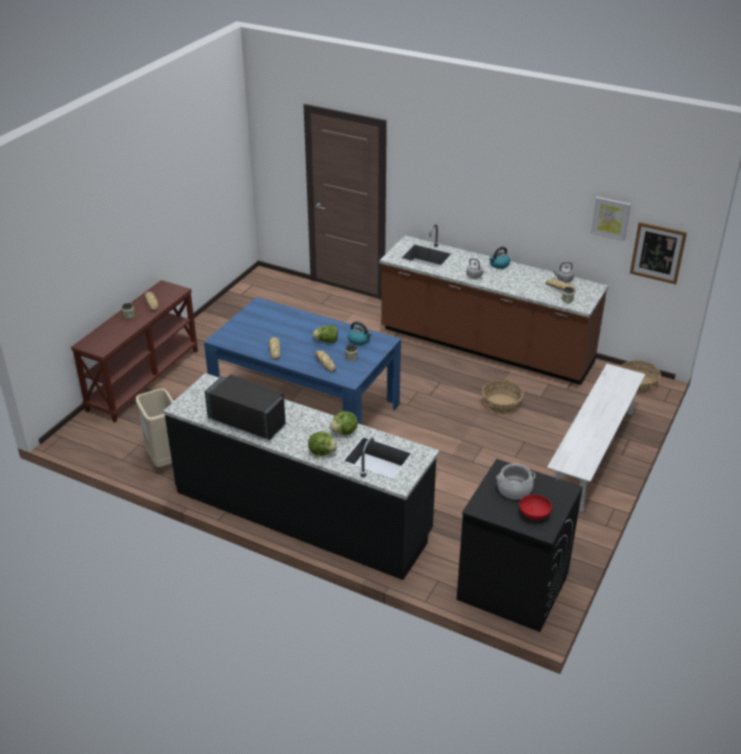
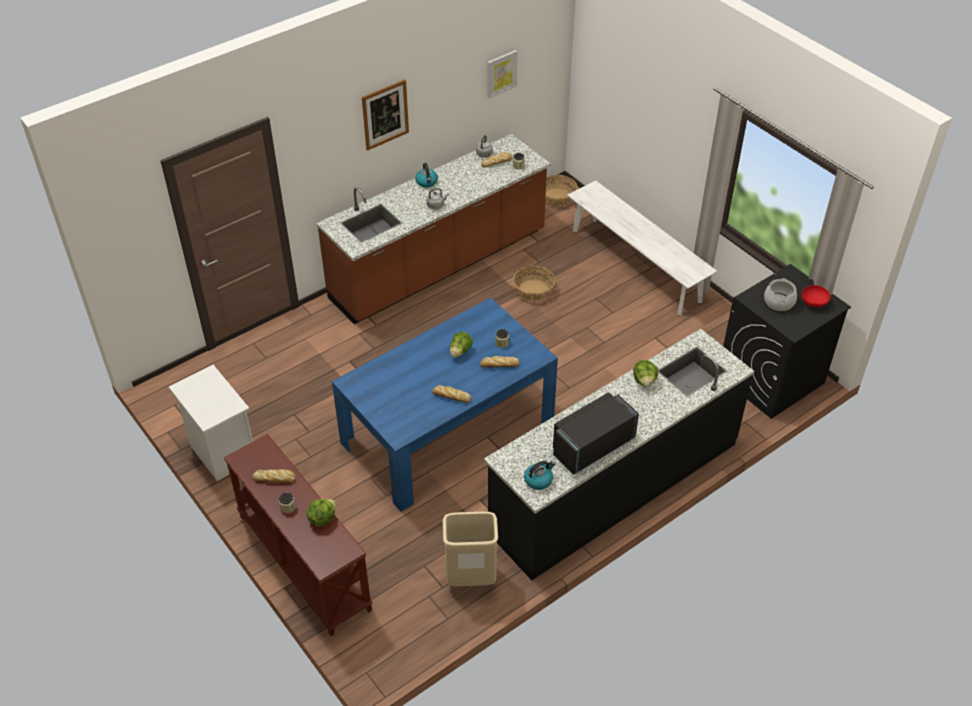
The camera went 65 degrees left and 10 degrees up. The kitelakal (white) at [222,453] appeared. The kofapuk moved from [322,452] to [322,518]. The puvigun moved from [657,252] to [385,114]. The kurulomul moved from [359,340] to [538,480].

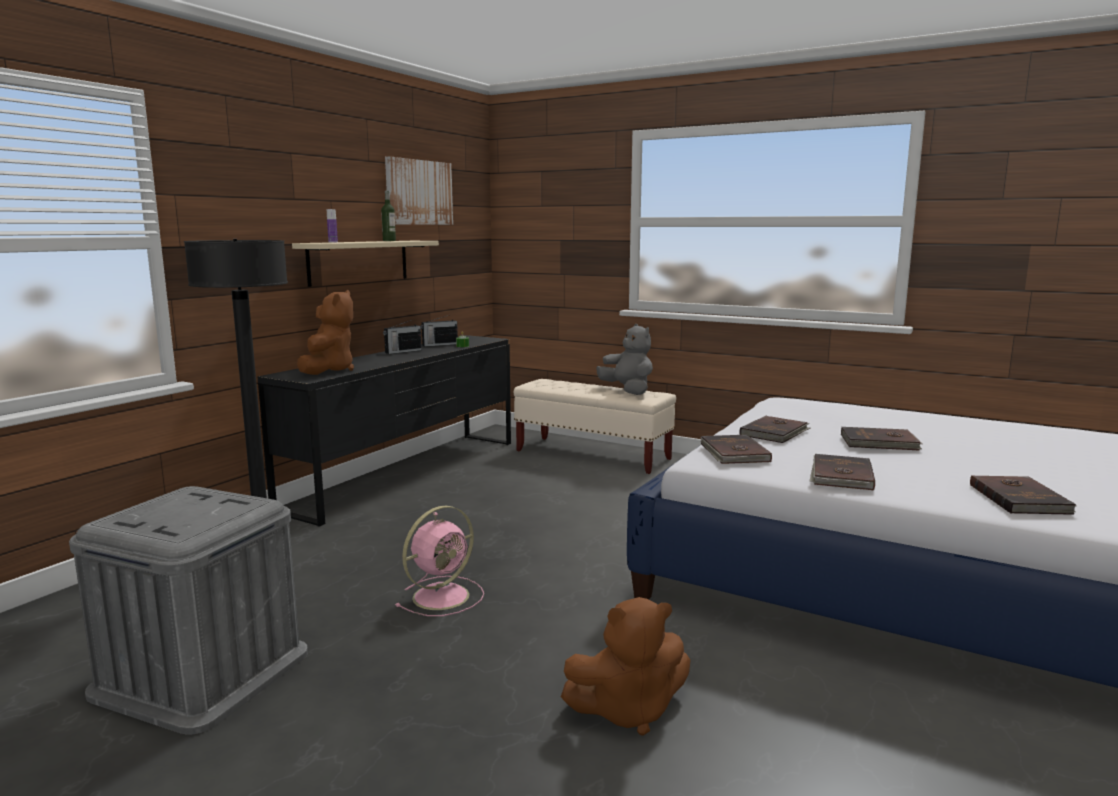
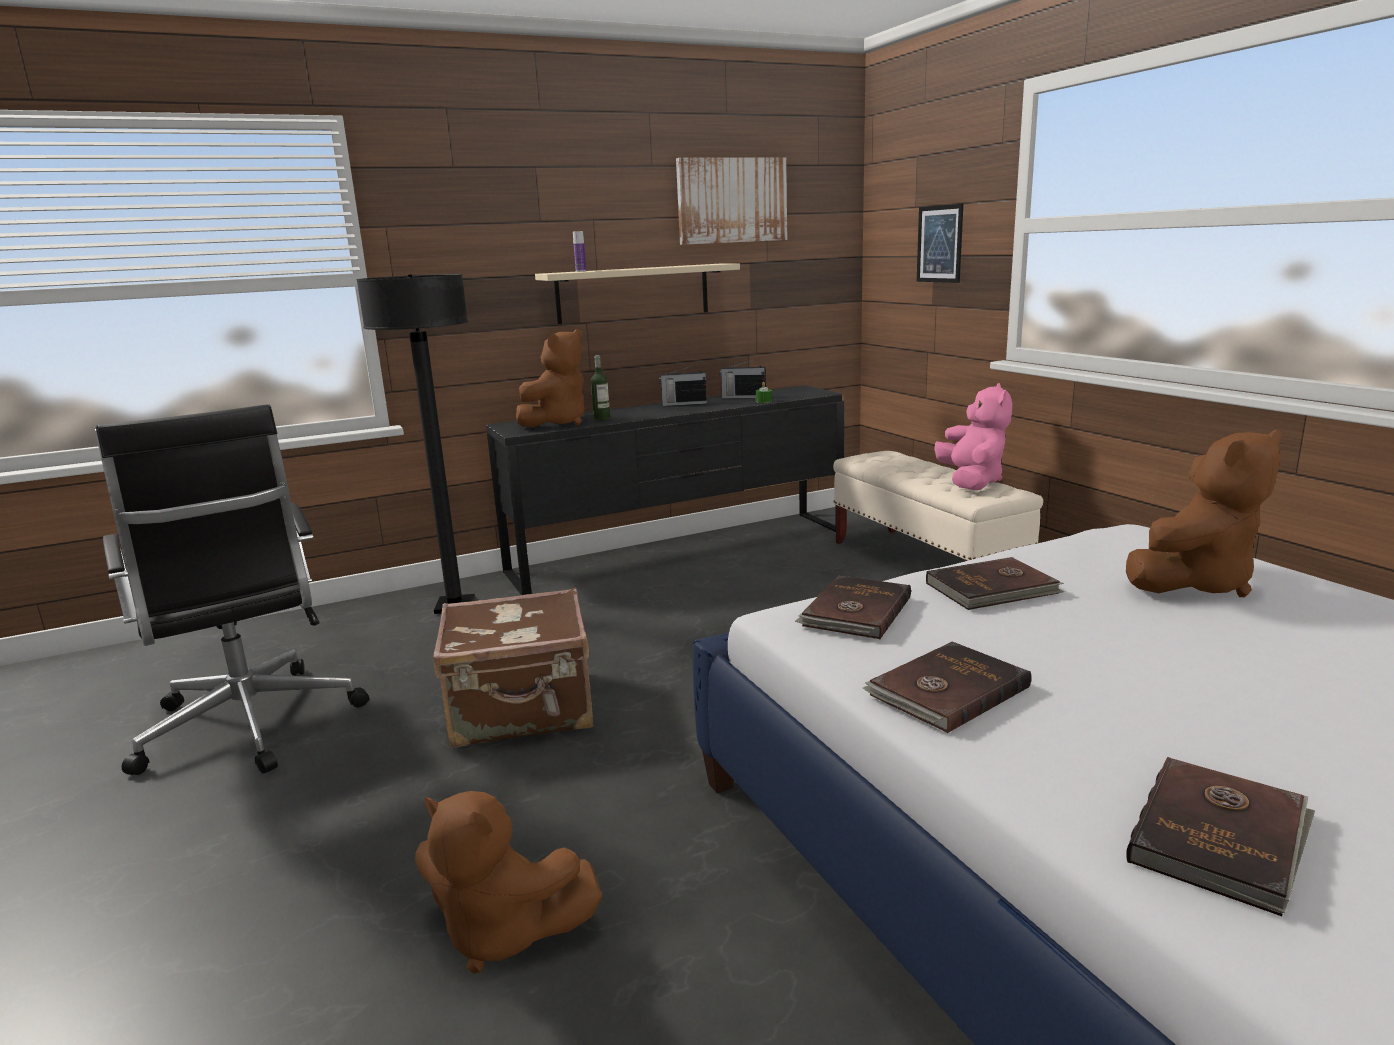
The camera went 35 degrees right and 5 degrees up. The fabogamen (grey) at [202,673] was replaced by the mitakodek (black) at [250,727]. The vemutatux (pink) at [443,595] was replaced by the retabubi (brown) at [523,711]. The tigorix moved from [389,241] to [602,418]. The puvigun at [939,244] appeared. The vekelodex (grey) at [628,391] became the vekelodex (pink) at [971,482]. The vekelodex (brown) at [1193,583] appeared. The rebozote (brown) at [880,442] disappeared.

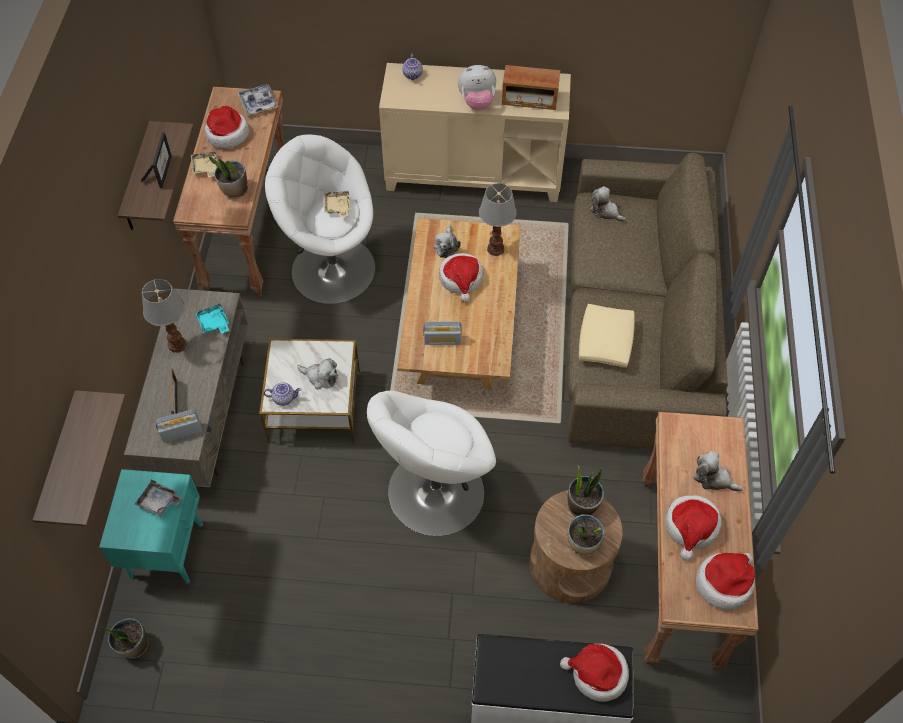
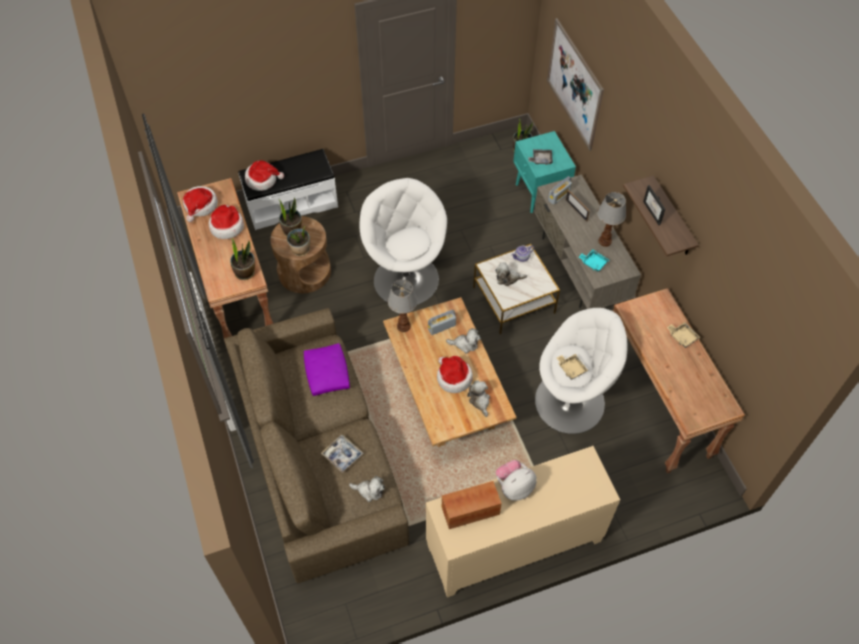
The camera went 155 degrees right and 0 degrees up. The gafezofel moved from [234,191] to [245,272]. The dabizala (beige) at [605,342] became the dabizala (purple) at [327,373]. The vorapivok moved from [258,103] to [342,455]. The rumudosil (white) at [434,493] turned 45 degrees counterclockwise. The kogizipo moved from [495,249] to [403,326]. The vekelodex moved from [713,478] to [465,344]. The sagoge at [61,463] was replaced by the puvigun at [574,84]. The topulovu at [226,134] disappeared. The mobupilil at [413,75] disappeared.

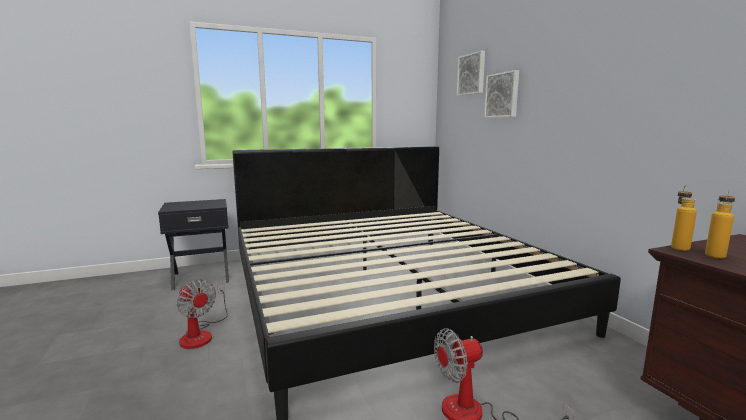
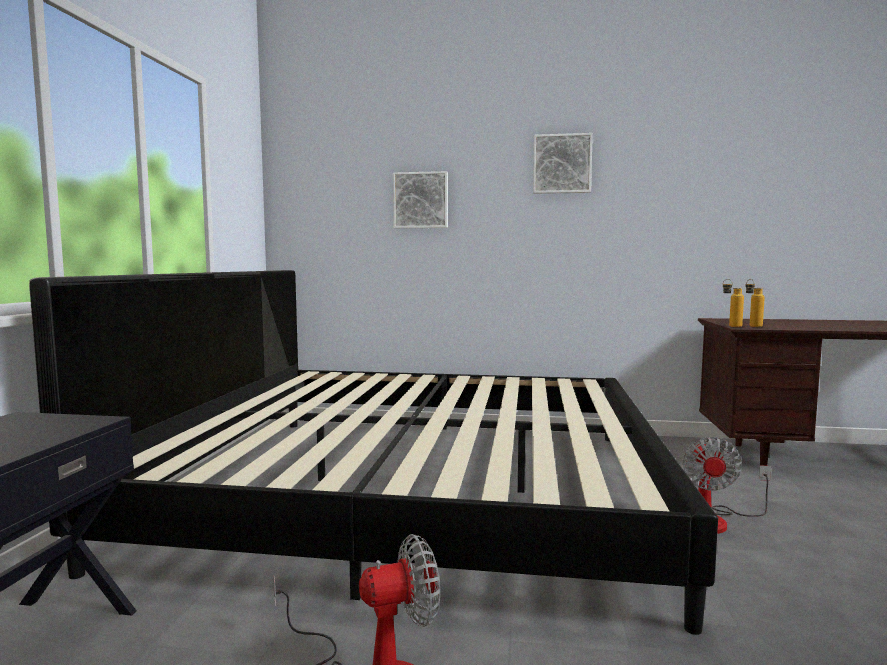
The camera went 60 degrees left and 5 degrees down. The puvigun moved from [472,74] to [562,164].

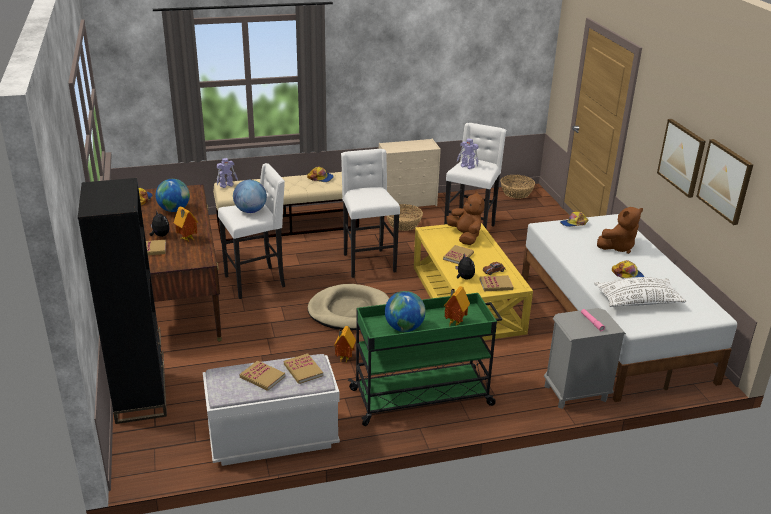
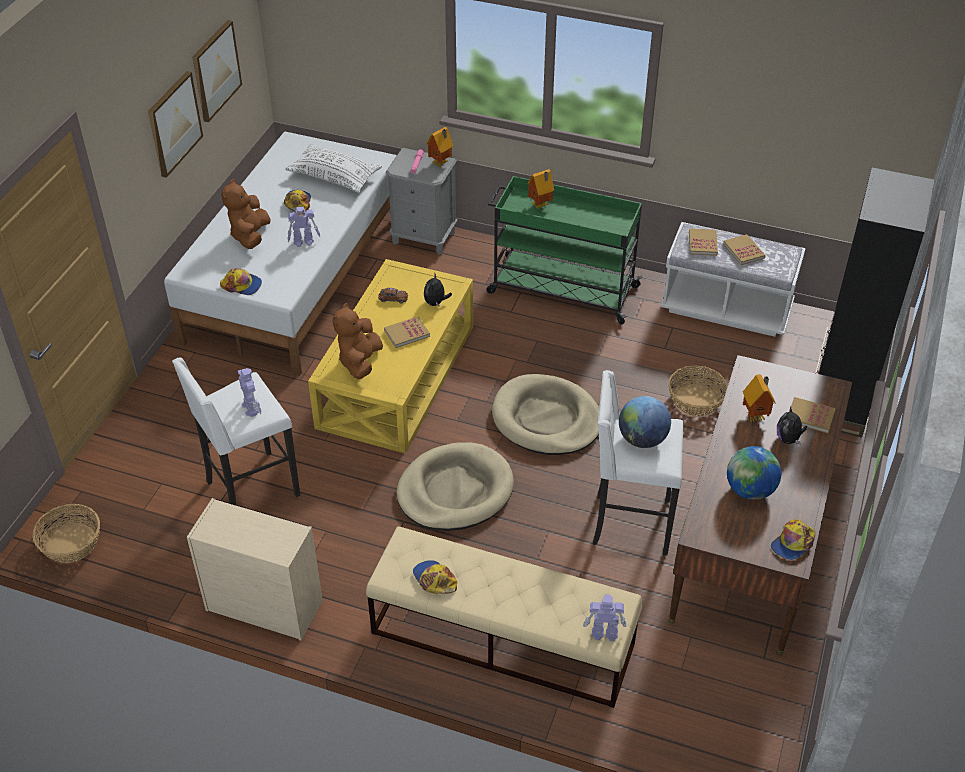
The camera went 145 degrees left and 15 degrees up. The vekelodex (brown) at [618,247] turned 90 degrees counterclockwise. The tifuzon at [304,242] appeared. The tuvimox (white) at [367,263] was replaced by the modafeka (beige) at [455,491]. The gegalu moved from [343,359] to [441,163]. The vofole moved from [404,224] to [695,400]. The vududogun at [404,328] disappeared. The rebozote at [496,285] disappeared.

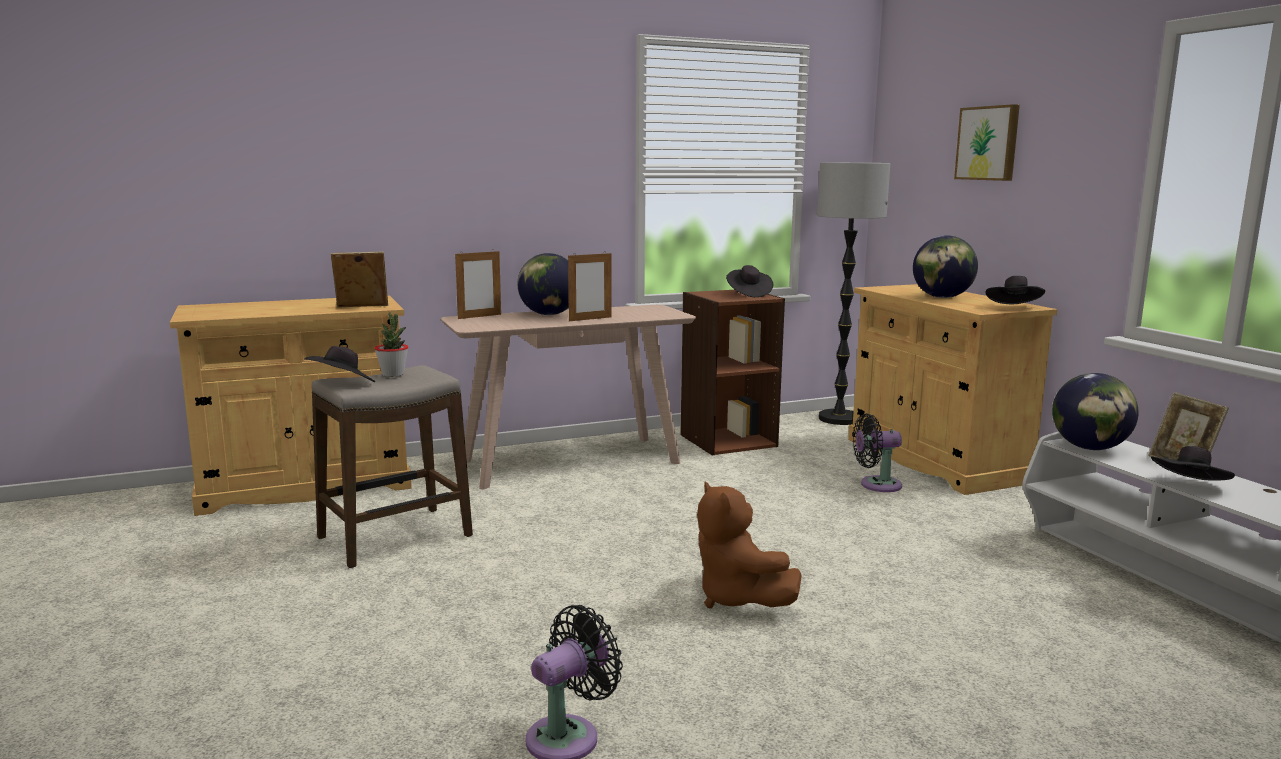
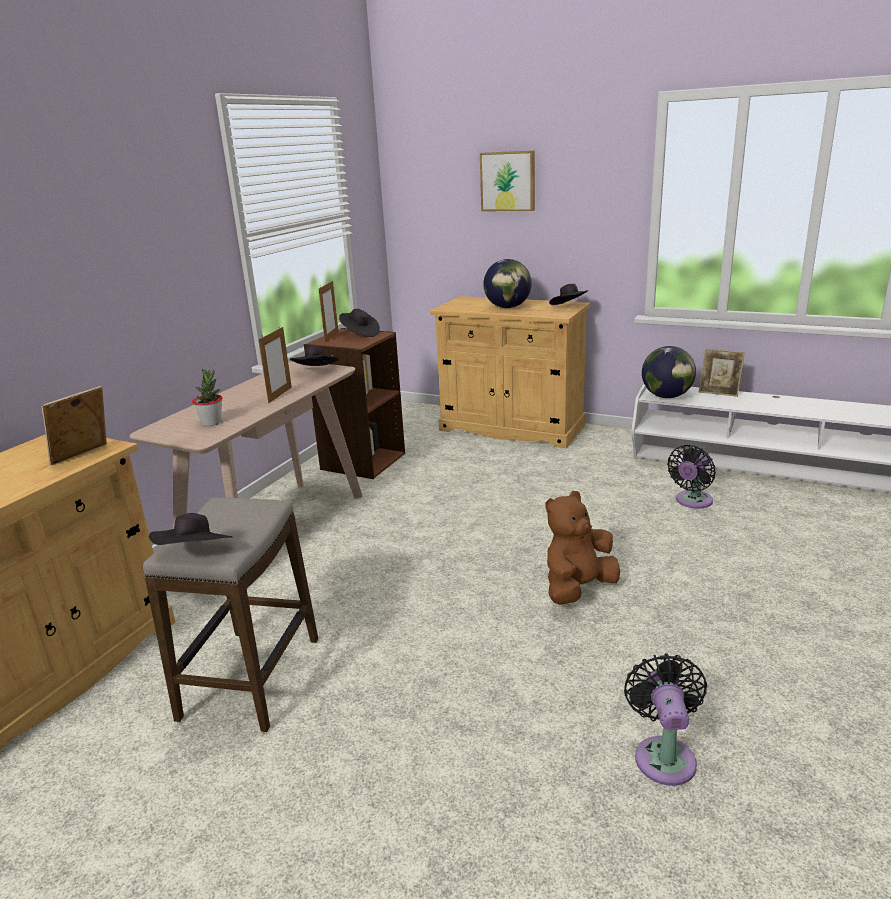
The camera went 40 degrees left and 10 degrees up. The gafezofel moved from [393,374] to [211,422]. The topulovu (black) moved from [1189,486] to [316,372]. The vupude moved from [479,316] to [331,337]. The vekelodex (brown) at [737,598] turned 120 degrees clockwise. The vemutatux (black) moved from [876,485] to [692,501]. The vududogun at [548,314] disappeared. The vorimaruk at [838,419] disappeared.

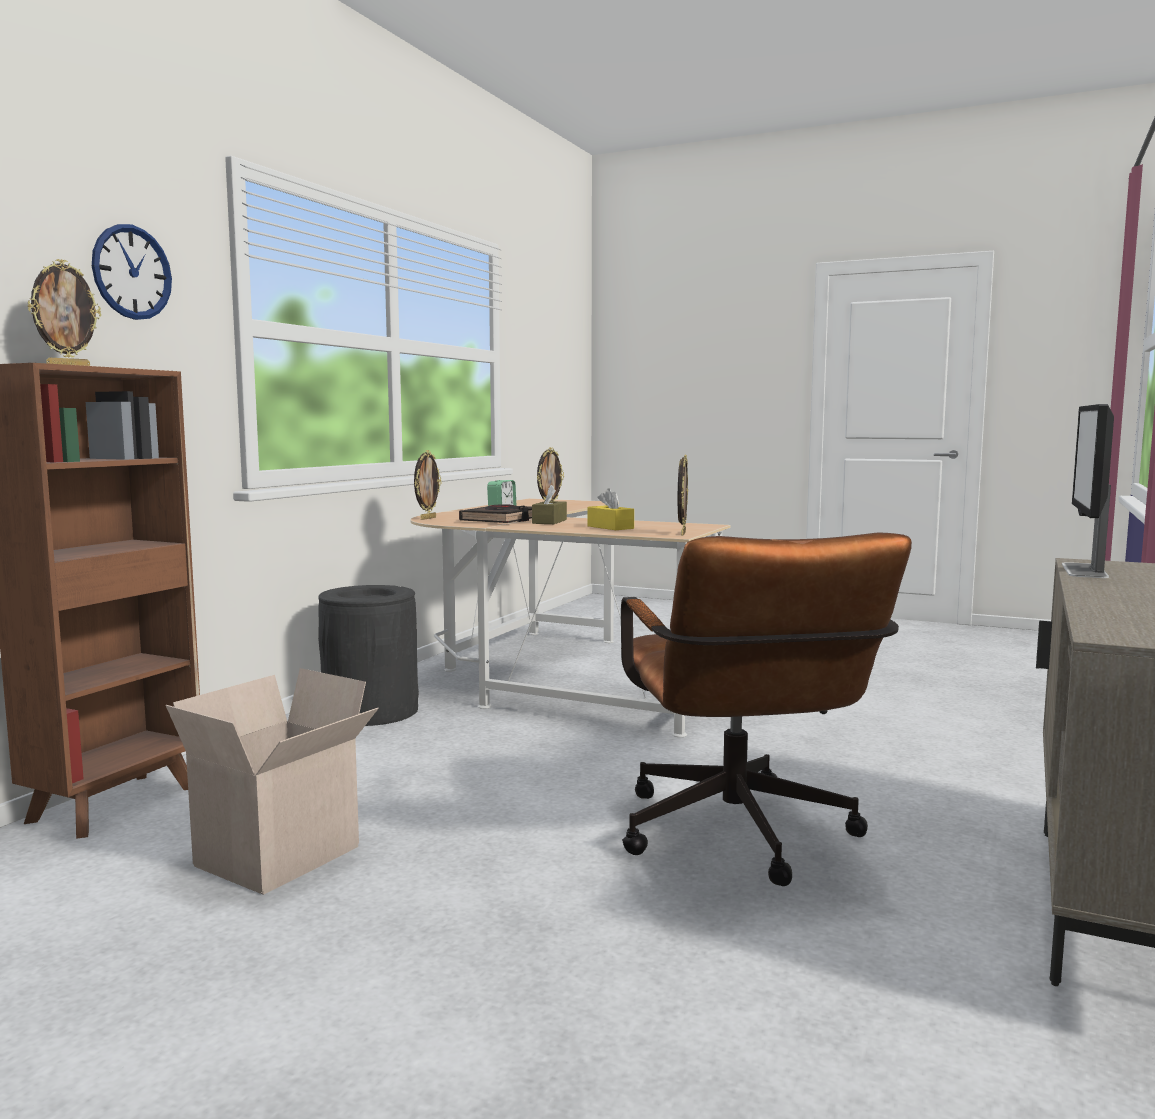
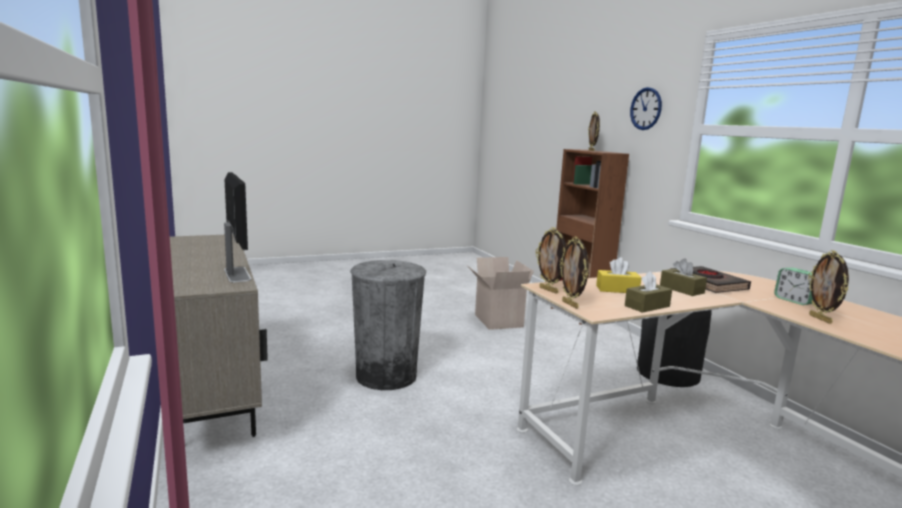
The camera went 130 degrees right and 5 degrees up. The mitakodek (brown) at [741,840] was replaced by the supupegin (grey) at [386,376]. The vupude moved from [427,518] to [571,304]. The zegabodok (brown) at [647,306] appeared.

